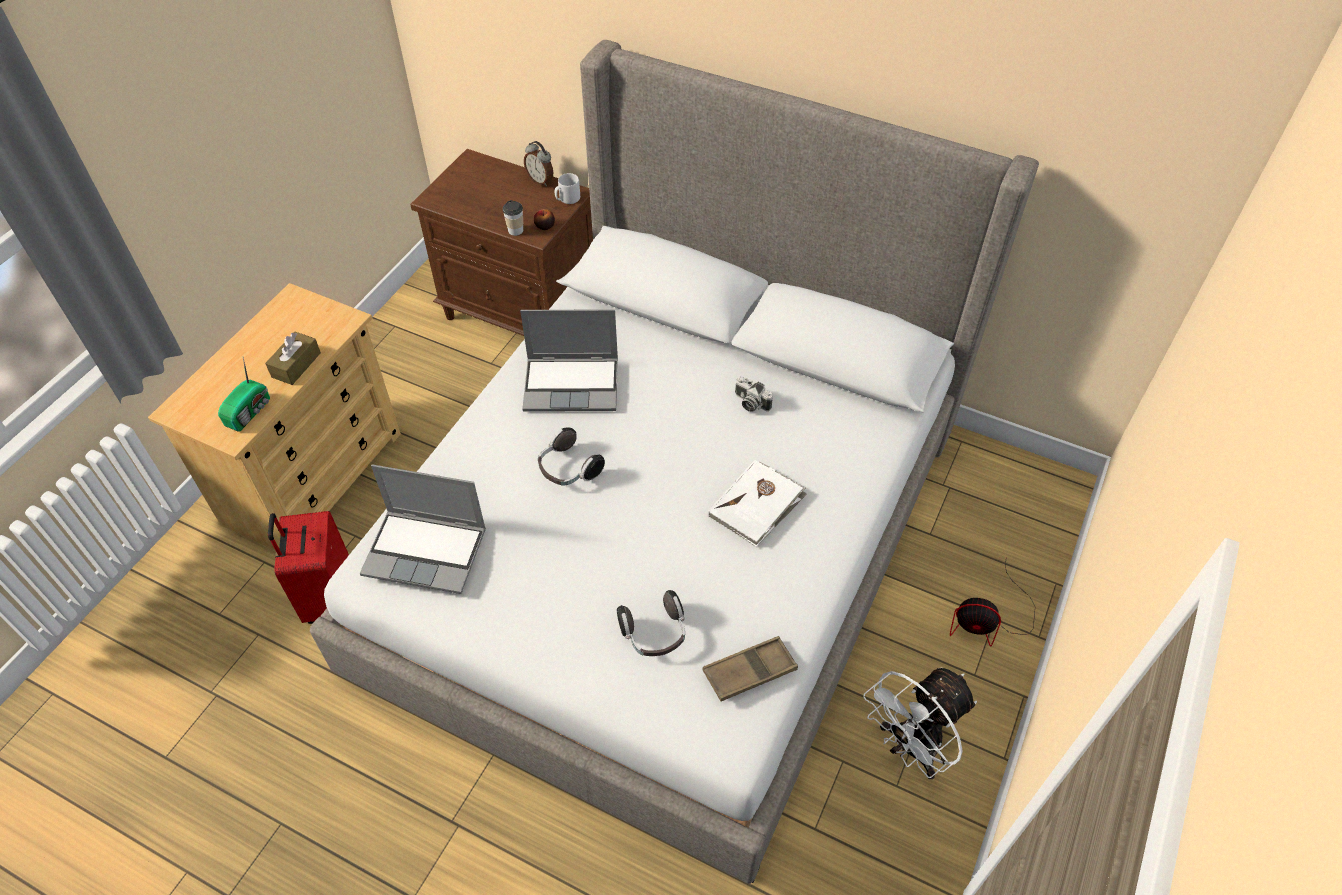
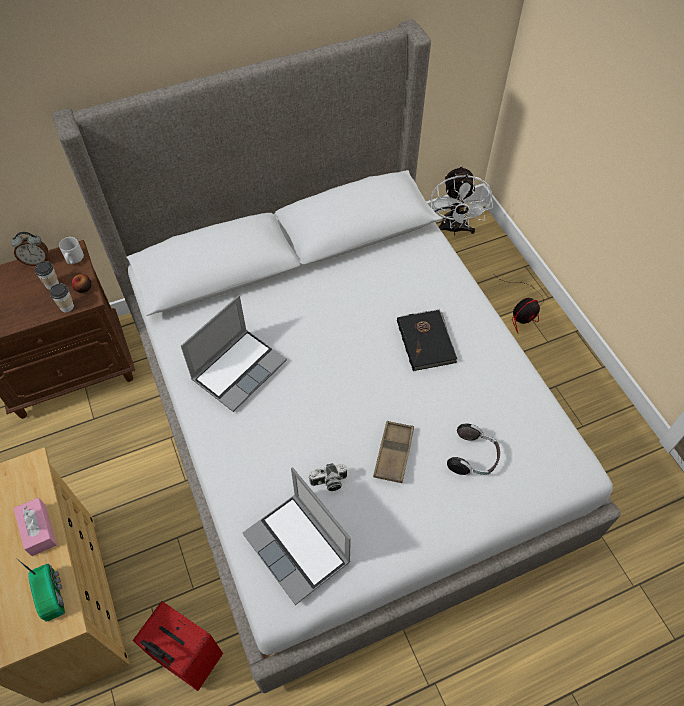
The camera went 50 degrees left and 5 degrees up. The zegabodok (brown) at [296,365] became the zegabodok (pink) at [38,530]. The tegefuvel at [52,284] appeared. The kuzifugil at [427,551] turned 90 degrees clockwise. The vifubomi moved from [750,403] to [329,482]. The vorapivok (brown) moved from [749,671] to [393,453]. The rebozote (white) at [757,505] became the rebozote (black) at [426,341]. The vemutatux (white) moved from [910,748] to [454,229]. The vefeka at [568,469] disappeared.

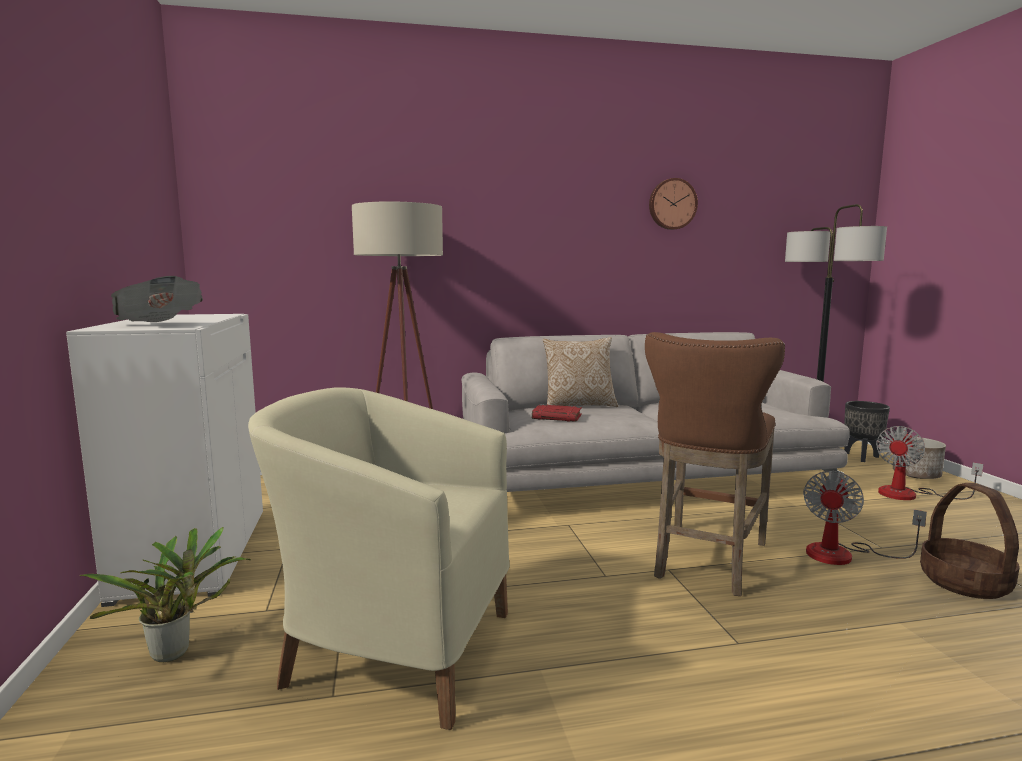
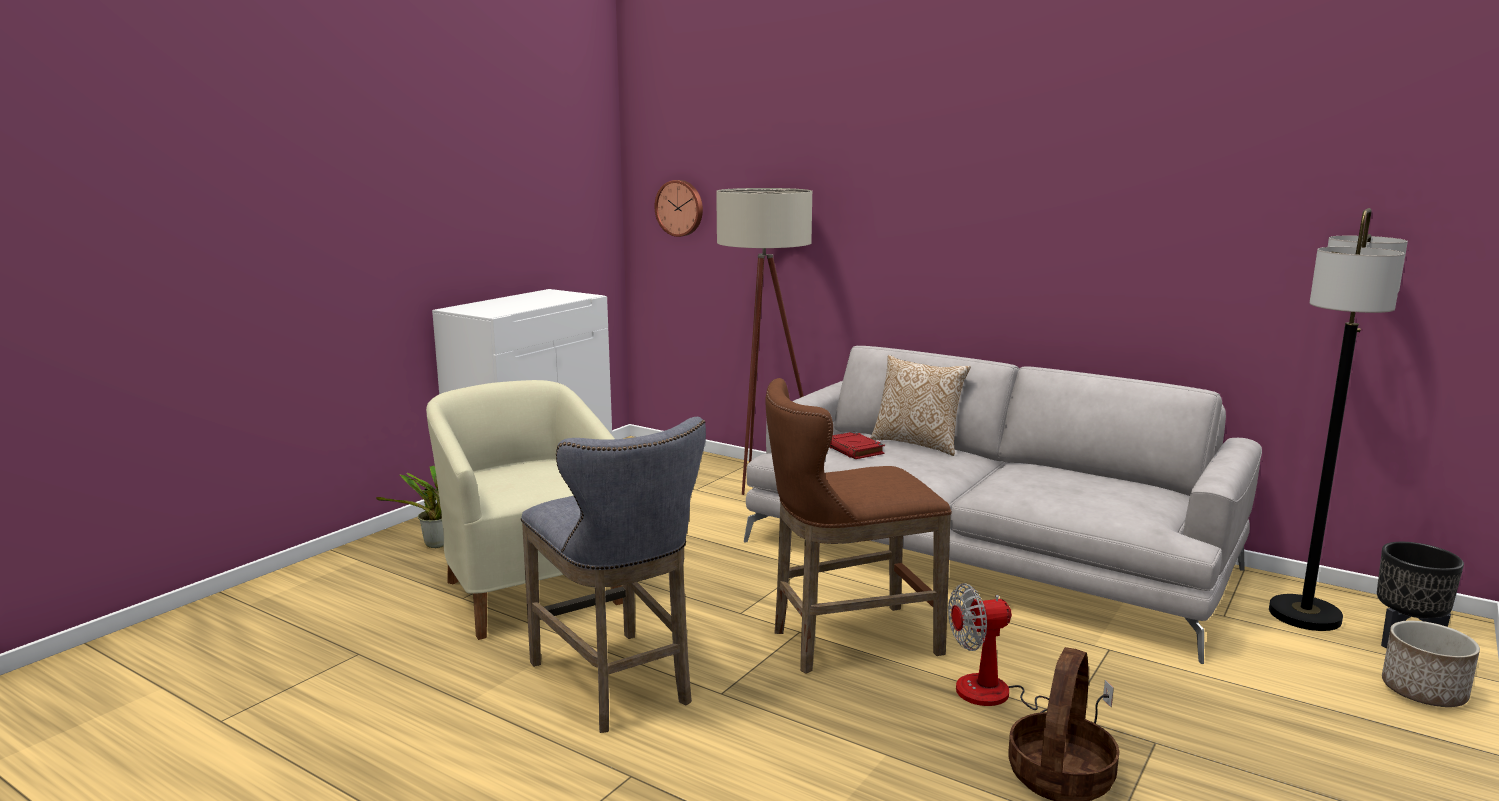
The camera went 45 degrees right and 5 degrees up. The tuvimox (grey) at [616,686] appeared. The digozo moved from [672,204] to [680,208]. The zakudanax at [160,325] disappeared. The vemutatux at [910,494] disappeared.

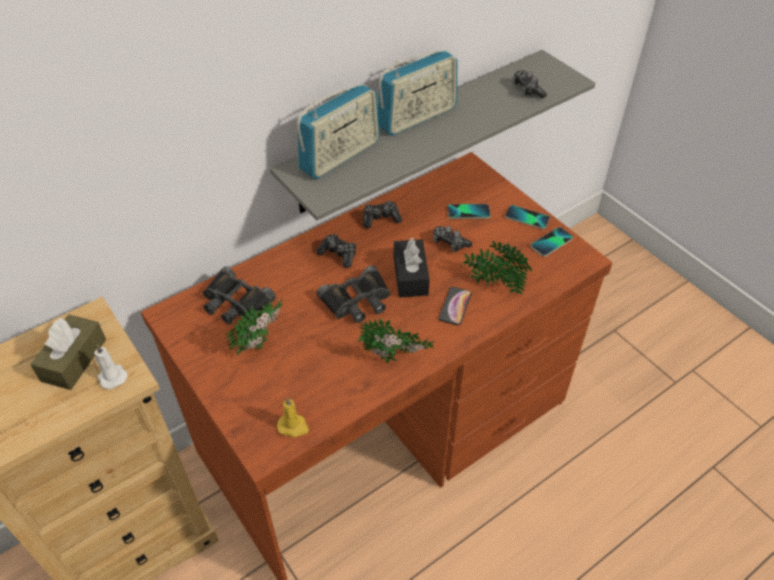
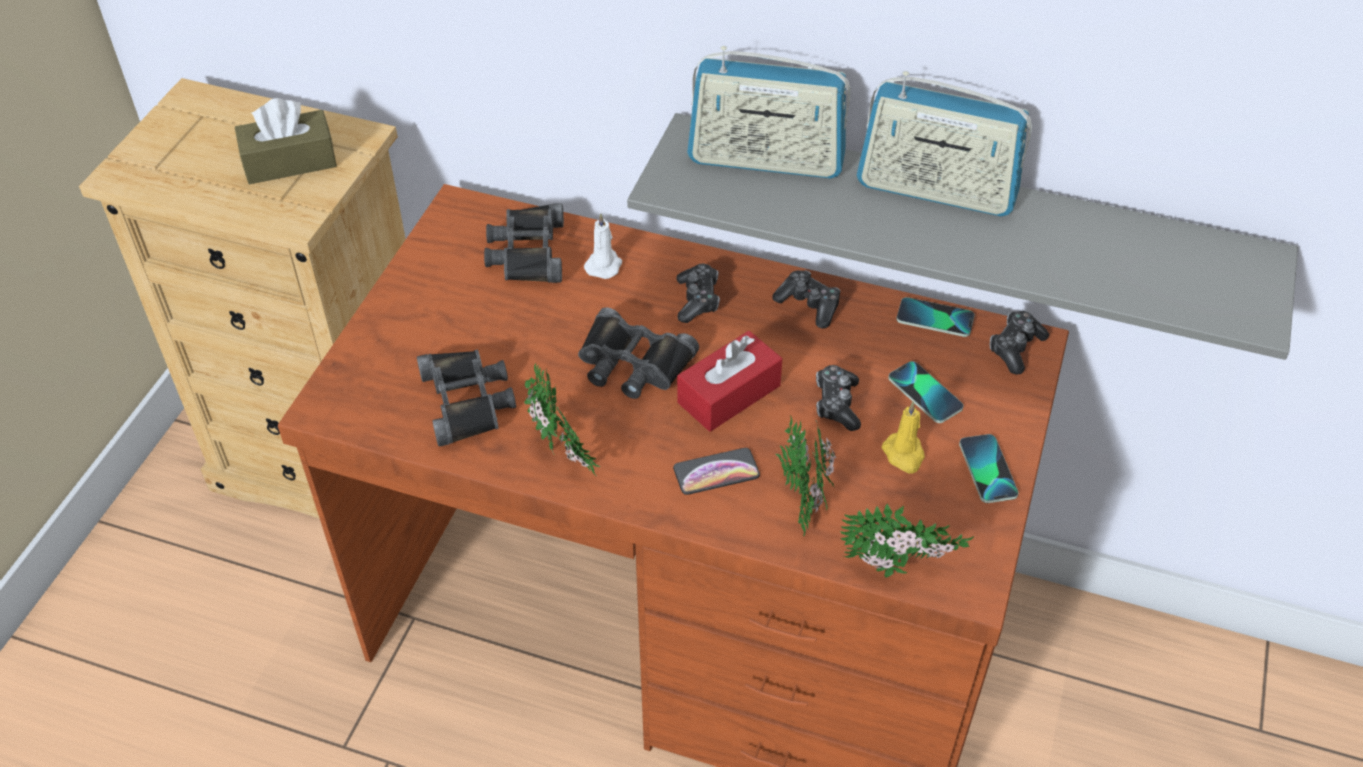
The camera went 55 degrees right and 0 degrees up. The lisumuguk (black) at [468,400] appeared. The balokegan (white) moved from [112,376] to [604,265]. The zegabodok (black) at [410,276] became the zegabodok (red) at [729,394]. The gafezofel moved from [262,342] to [899,571]. The balokegan (yellow) moved from [293,426] to [904,455]. The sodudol moved from [551,242] to [935,318]. The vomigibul moved from [527,90] to [1015,348].

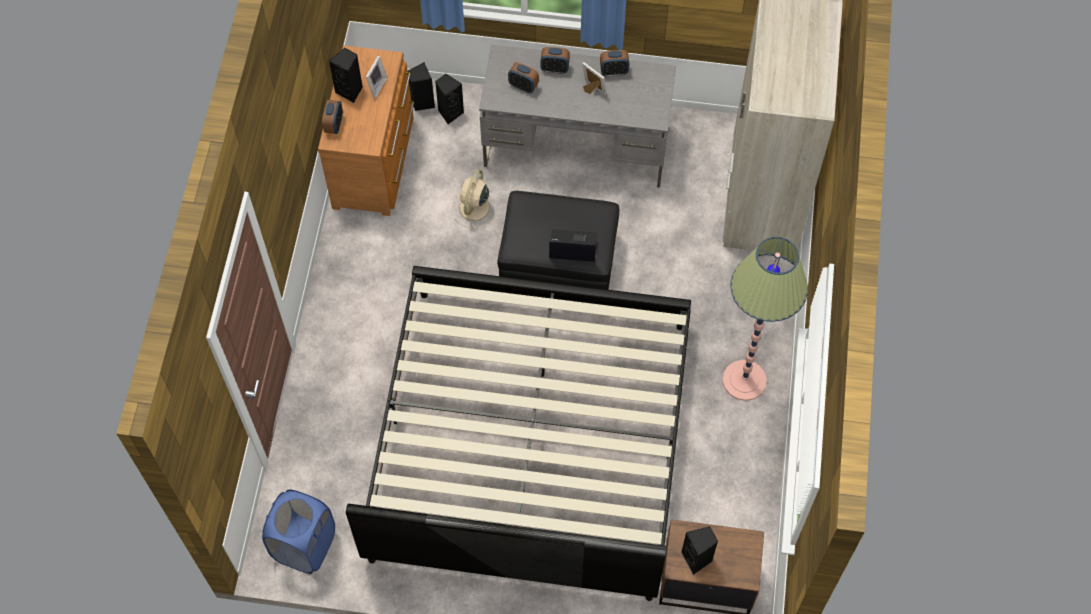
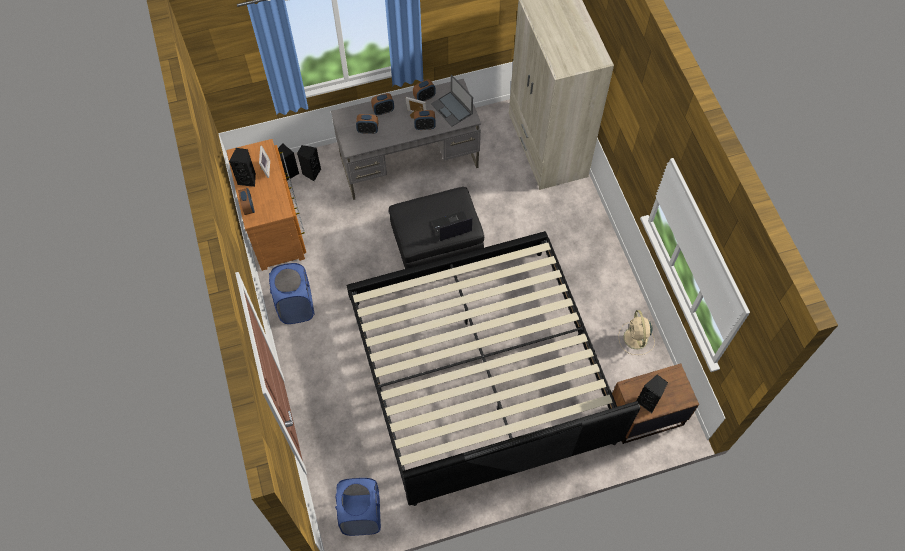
The camera went 25 degrees left and 0 degrees up. The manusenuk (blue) at [296,306] appeared. The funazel at [424,126] appeared. The kuzifugil at [452,109] appeared. The vemutatux (beige) moved from [474,209] to [636,339]. The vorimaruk at [744,380] disappeared.

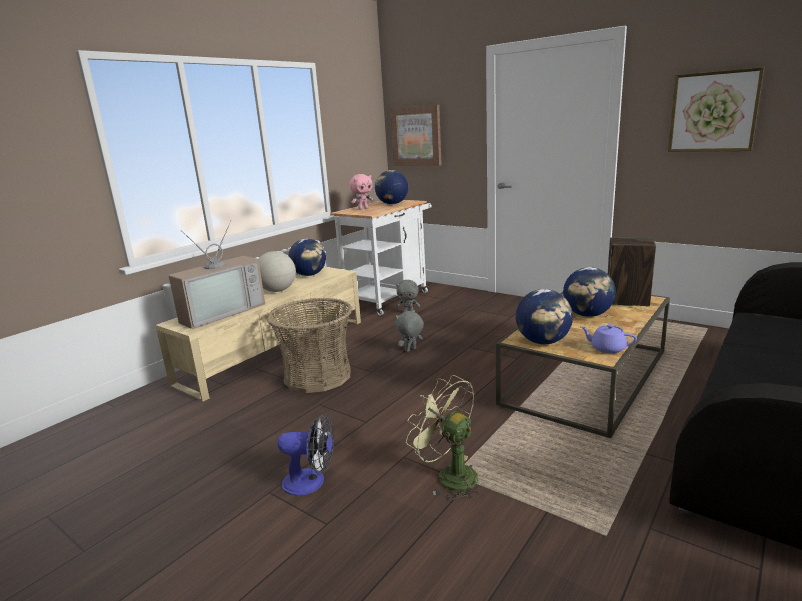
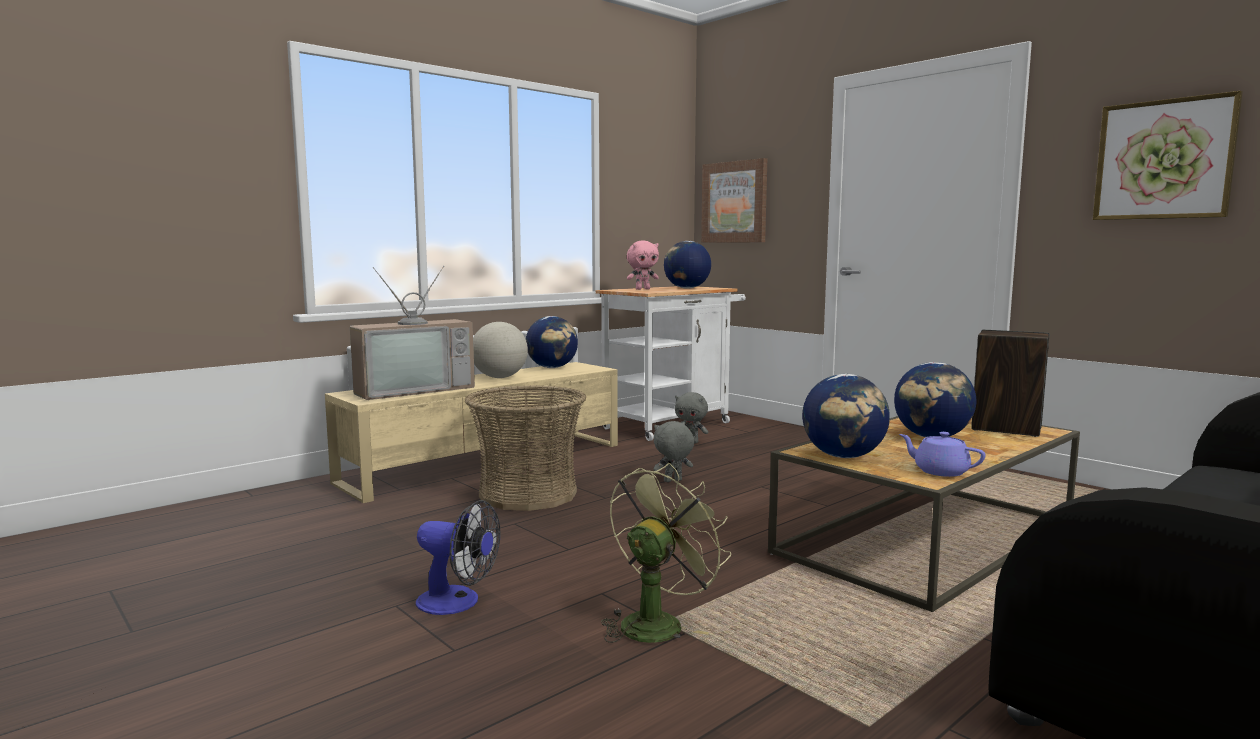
The camera went 10 degrees right and 10 degrees down. The vemutatux (green) at [449,475] turned 75 degrees clockwise.

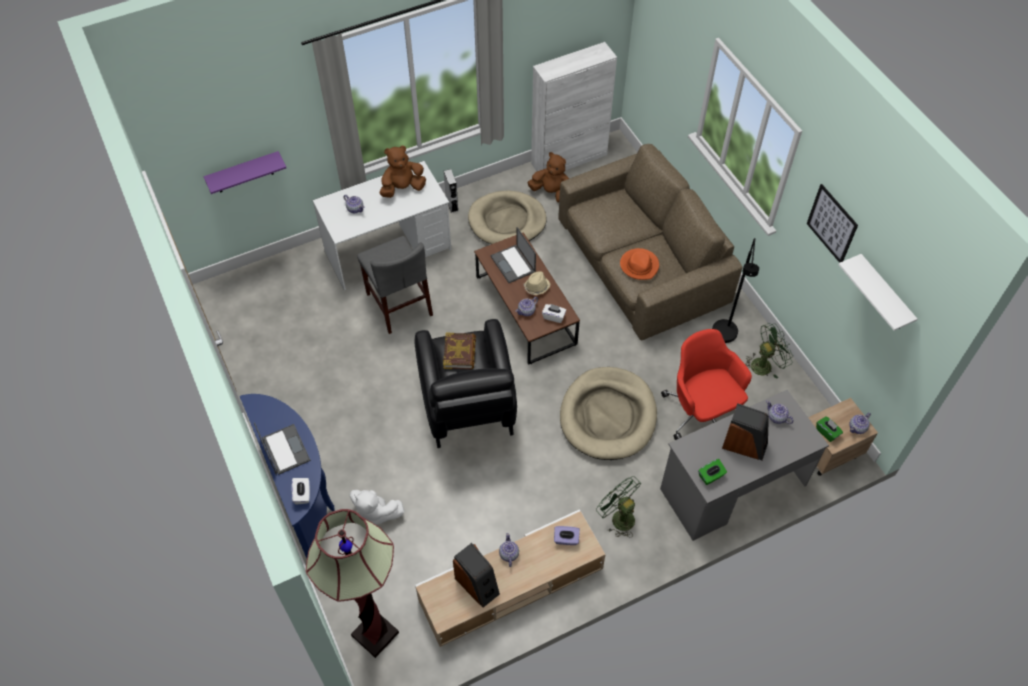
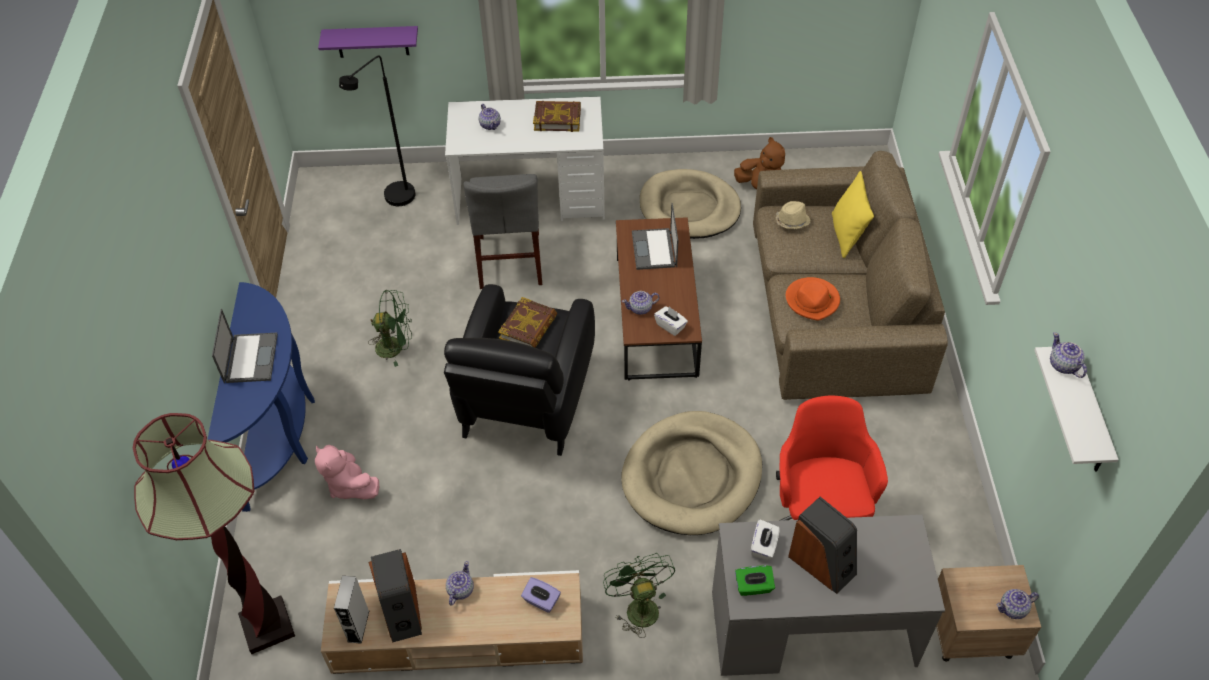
The camera went 25 degrees right and 5 degrees down. The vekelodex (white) at [375,513] became the vekelodex (pink) at [349,485]. The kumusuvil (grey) moved from [452,204] to [358,626]. The vorimaruk (black) moved from [724,338] to [394,201]. The vemutatux (green) moved from [764,364] to [395,347]. The vekelodex (brown) at [402,188] was replaced by the rebozote at [557,119]. The zegabodok (white) moved from [302,494] to [764,546]. The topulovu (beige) moved from [536,287] to [791,221]. The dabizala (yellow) at [846,235] appeared. The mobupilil moved from [777,417] to [1063,365]. The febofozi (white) at [569,159] disappeared. The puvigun at [832,224] disappeared. The zegabodok (green) at [827,432] disappeared.

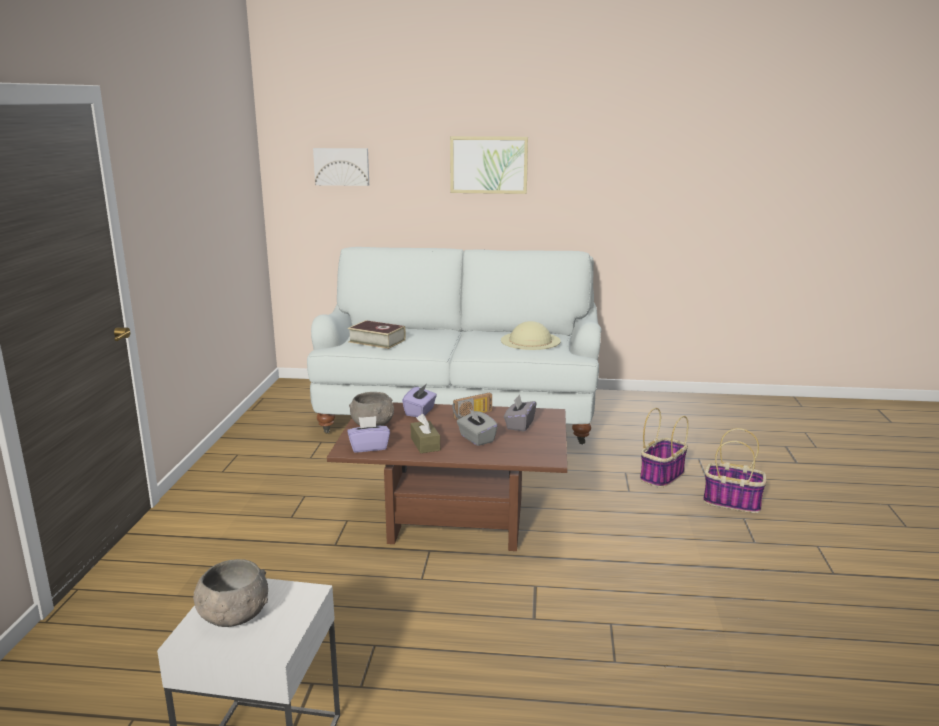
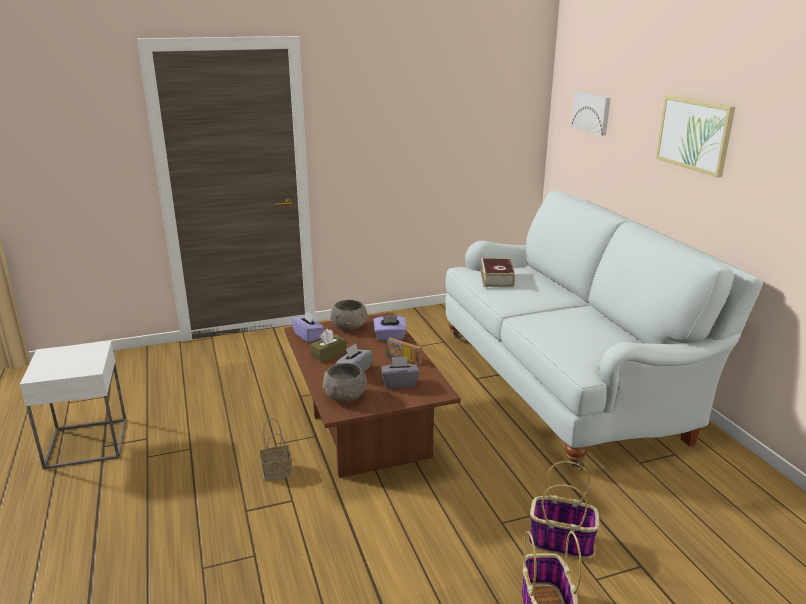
The camera went 65 degrees right and 5 degrees up. The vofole at [277,471] appeared. The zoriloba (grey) moved from [233,616] to [344,396]. The topulovu (beige) at [530,340] disappeared.

